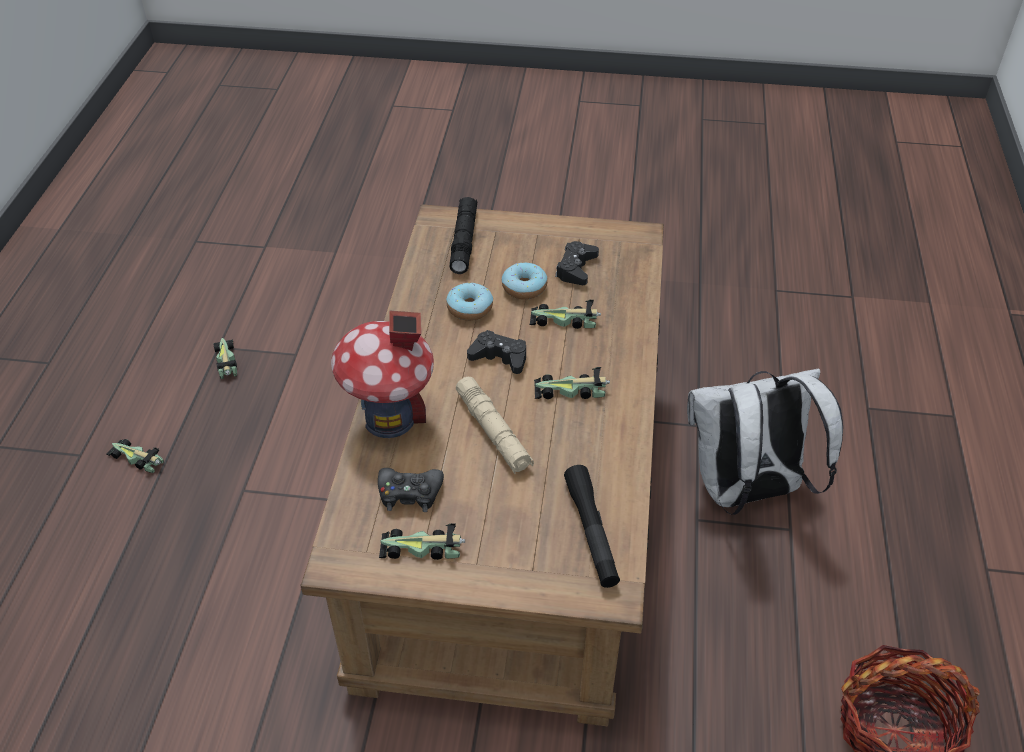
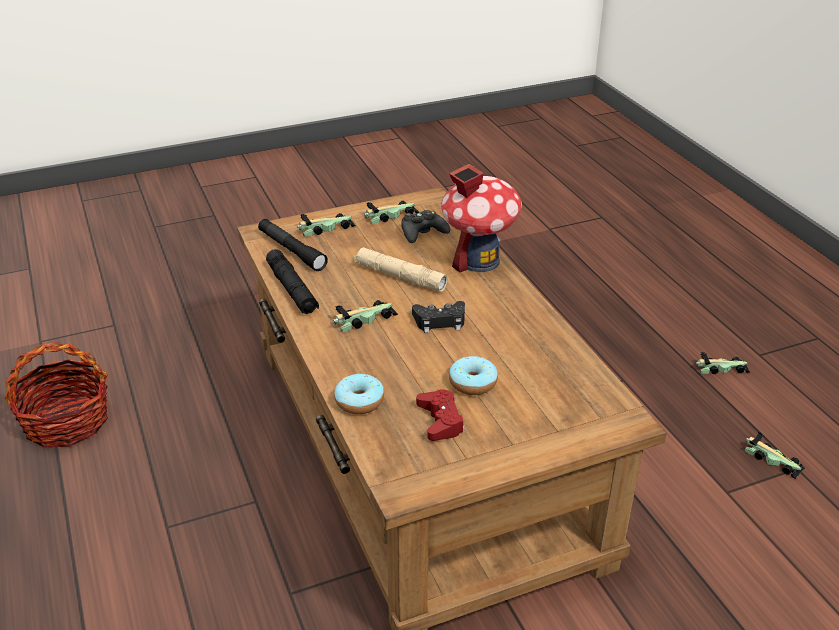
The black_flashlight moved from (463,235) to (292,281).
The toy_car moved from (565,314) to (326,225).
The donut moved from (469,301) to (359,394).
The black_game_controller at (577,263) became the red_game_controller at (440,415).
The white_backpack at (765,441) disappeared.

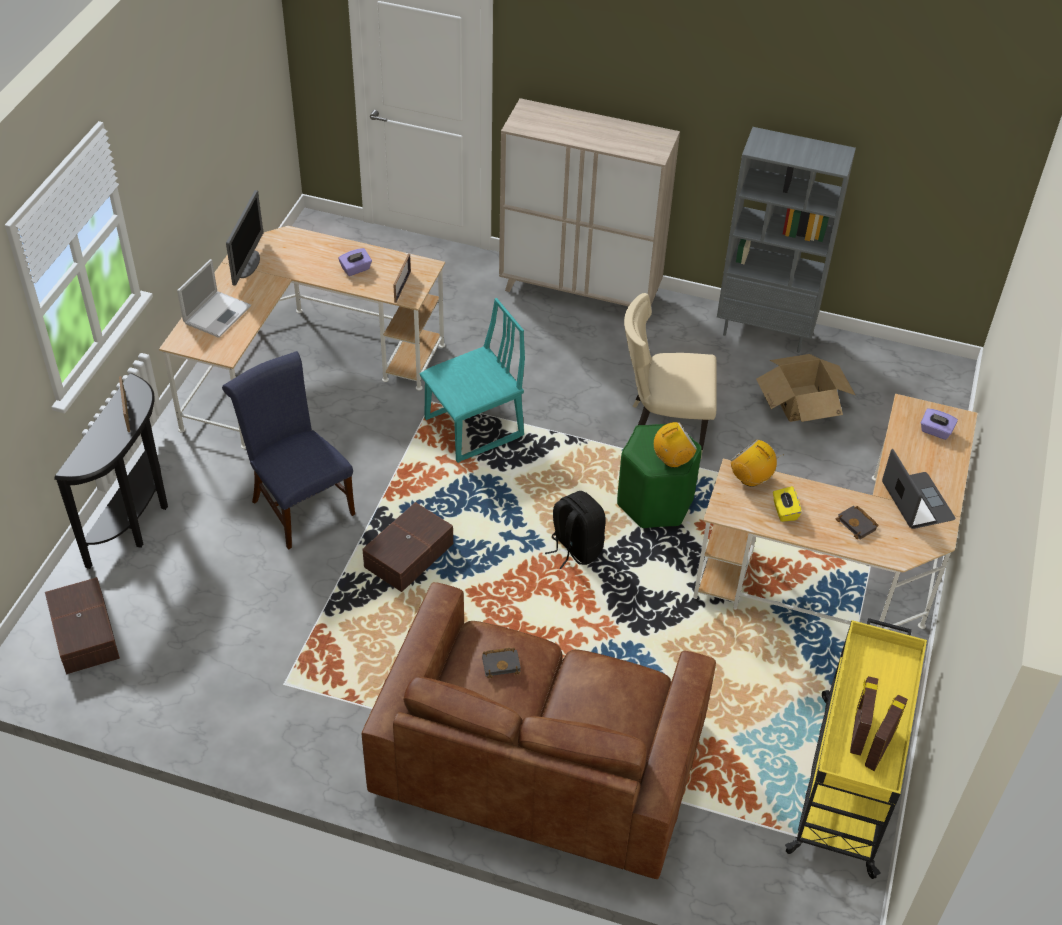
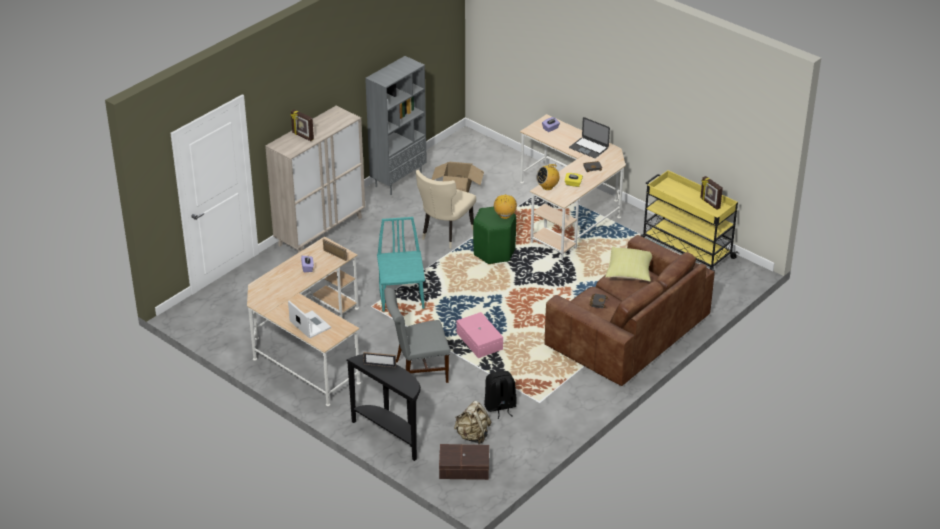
The picture_frame moved from (864,716) to (302,125).
The blue_chair at (288,450) became the grey_chair at (417,335).
The beige_backpack at (472,422) appeared.
The brown_storage_box at (407,547) became the pink_storage_box at (479,335).
The black_backpack moved from (575,530) to (500,395).
The laptop at (918,489) turned 150 degrees counterclockwise.
The yellow_pillow at (628,264) appeared.
The monitor at (245,238) disappeared.

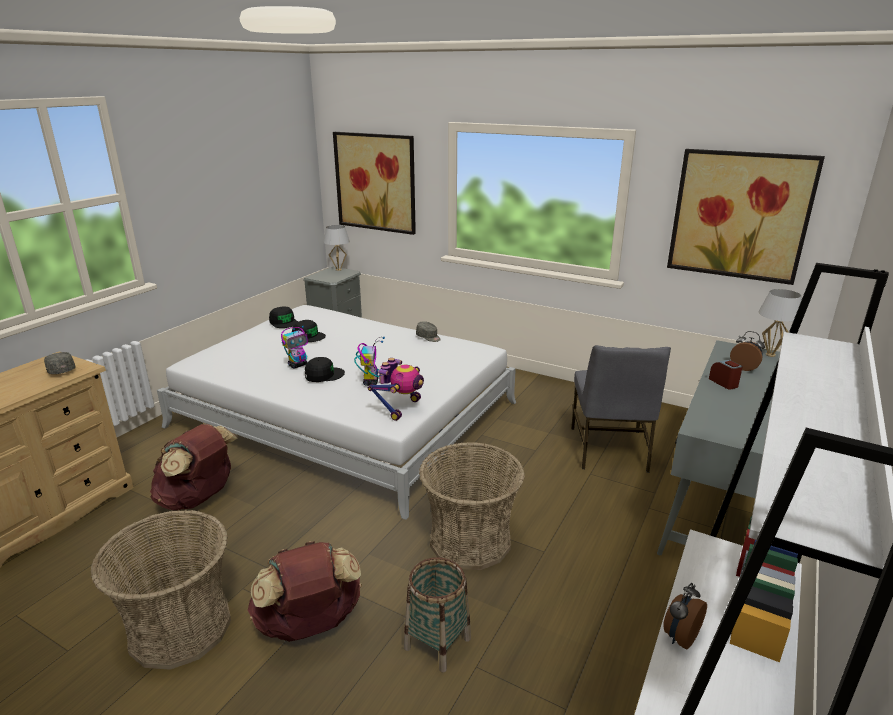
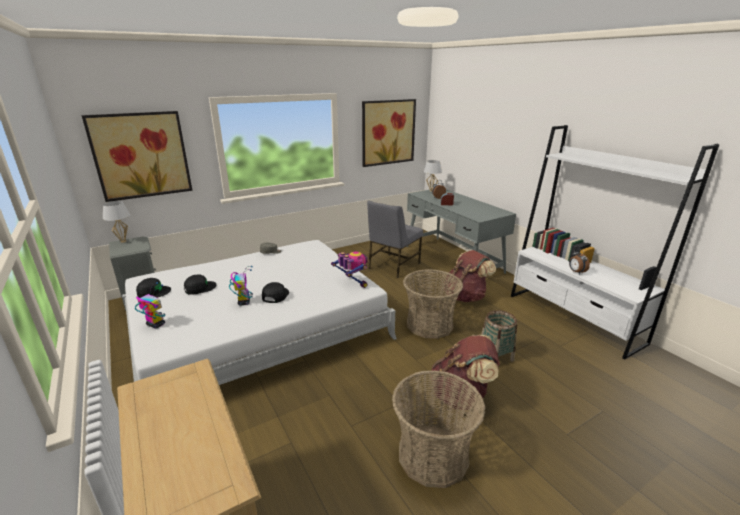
The toy_robot moved from (369,361) to (150,305).
The grey_chair at (621,409) turned 90 degrees clockwise.
The brown_backpack moved from (193,467) to (470,276).
The grey_cap at (60,363) disappeared.

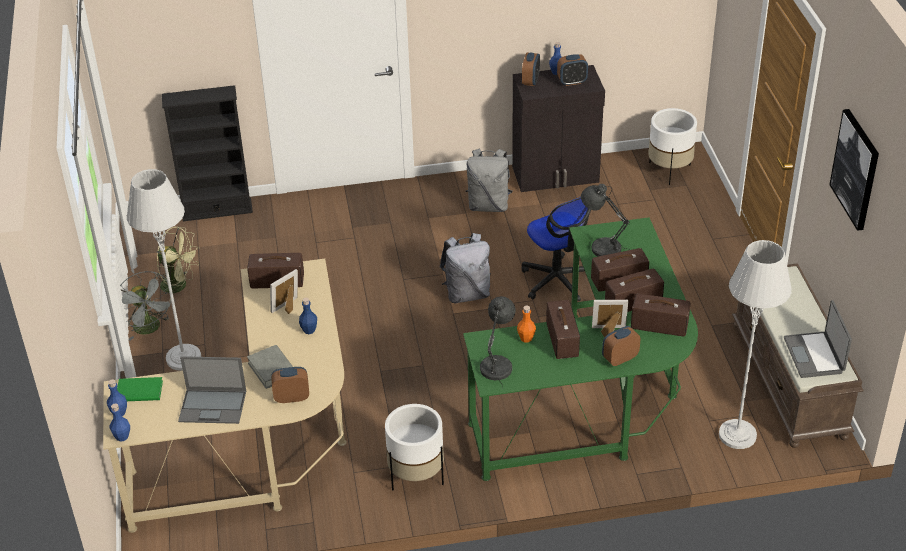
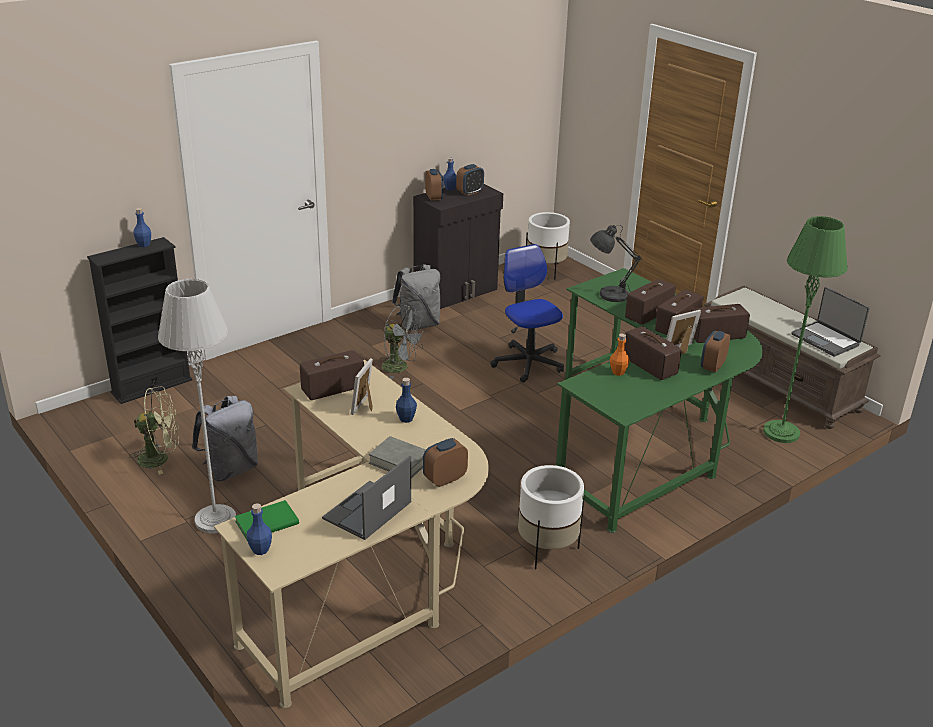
The blue_bottle moved from (119,422) to (142,227).
The grey_backpack moved from (465,268) to (225,438).
The laptop at (212,390) turned 150 degrees clockwise.
The grey_fan moved from (147,306) to (403,342).
The office_chair at (556,249) turned 150 degrees counterclockwise.
The grey_floor_lamp at (755,344) became the green_floor_lamp at (805,329).
The grey_table_lamp at (498,342) disappeared.
The picture at (854,170) disappeared.

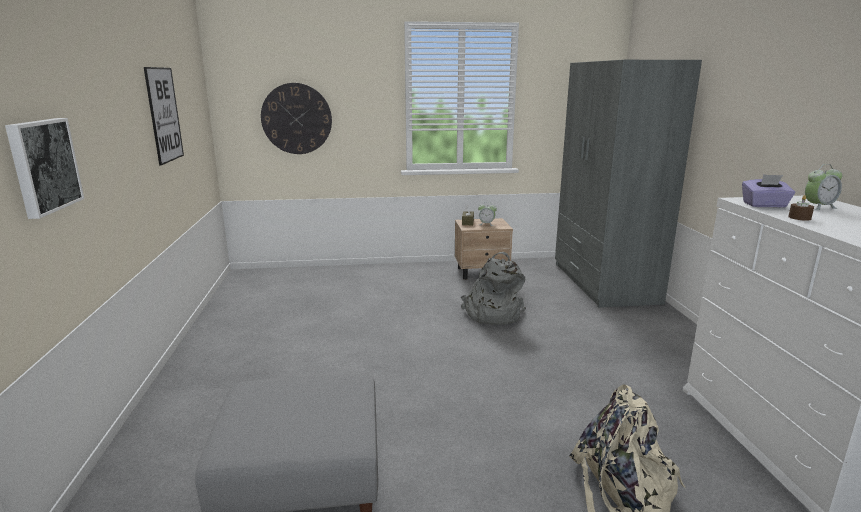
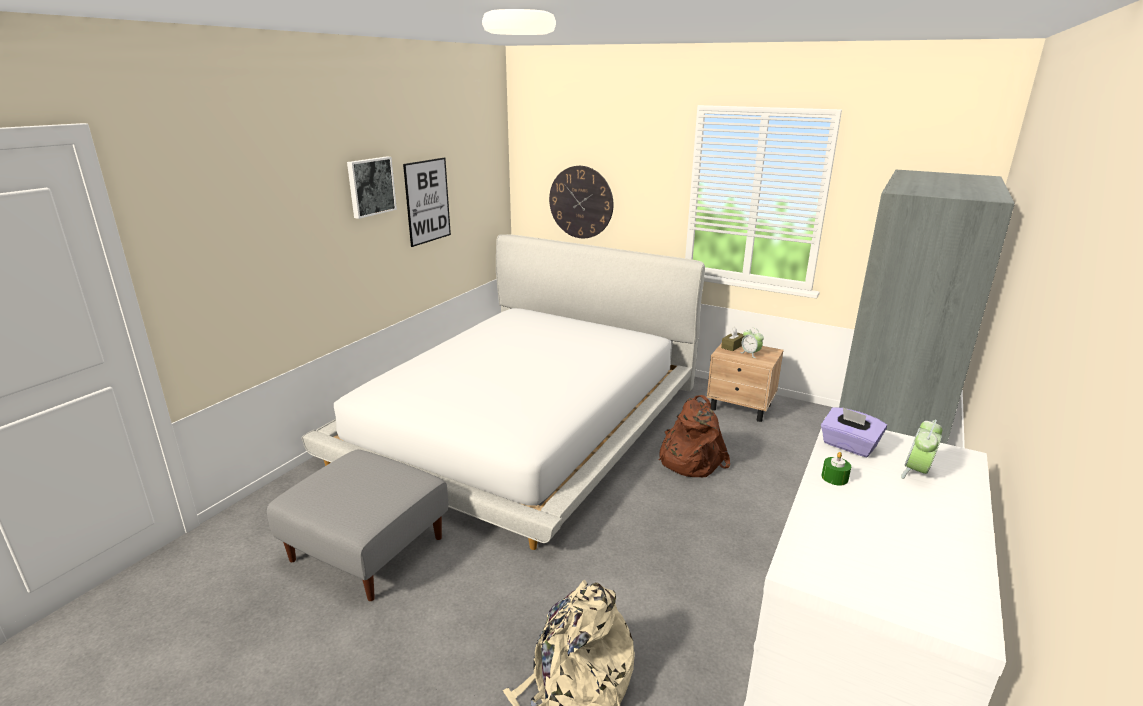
The white_bed at (503,392) appeared.
The picture moved from (44,168) to (372,187).
The grey_backpack at (493,288) became the brown_backpack at (694,436).
The brown_candle at (801,208) became the green_candle at (836,469).
The alarm_clock at (823,187) turned 105 degrees clockwise.

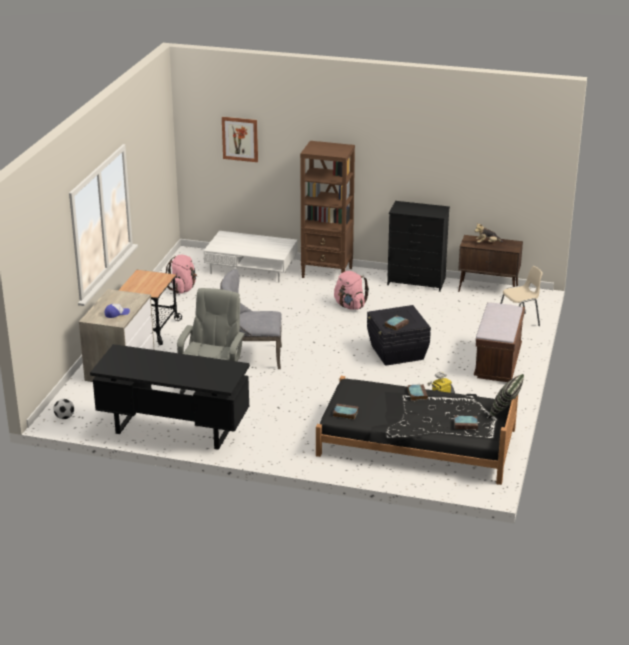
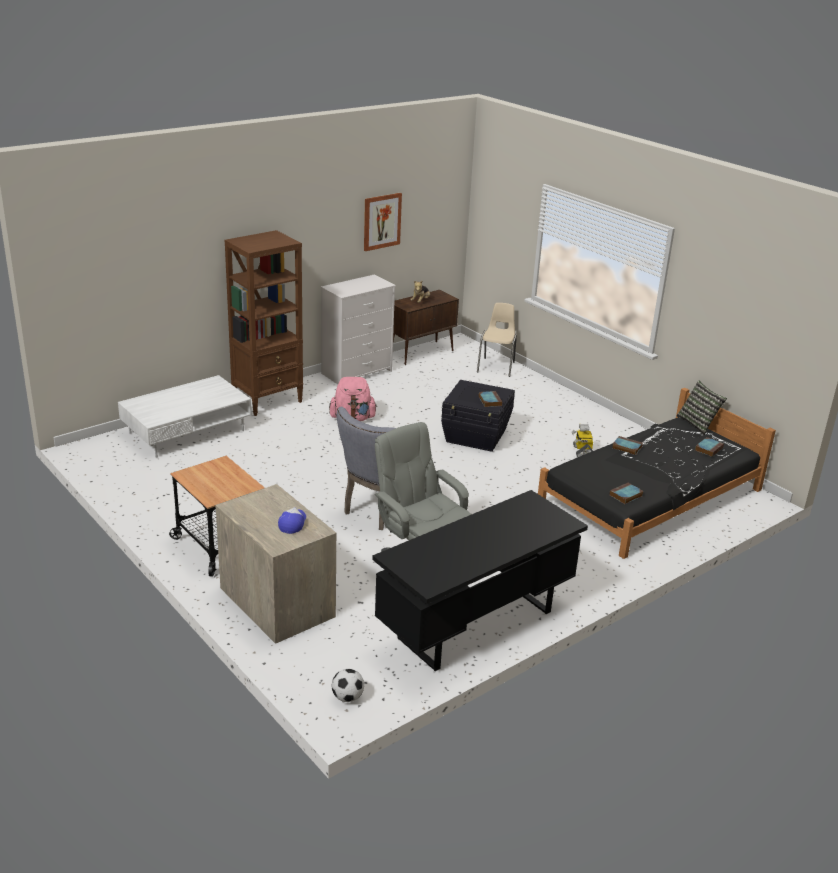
The black_dresser at (418,246) became the white_dresser at (358,329).
The picture moved from (240,139) to (383,222).
The pink_backpack at (181,274) disappeared.
The brown_bench at (499,342) disappeared.

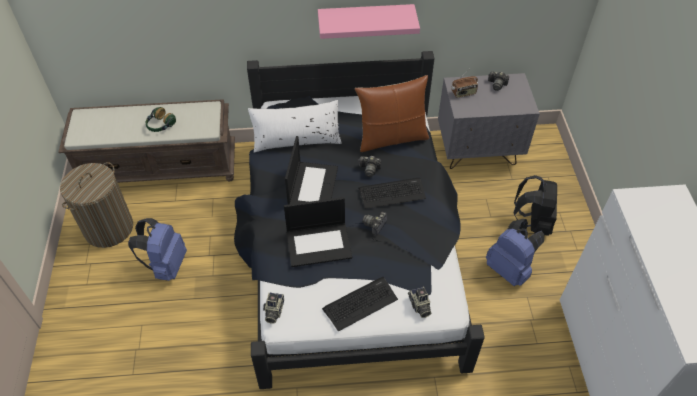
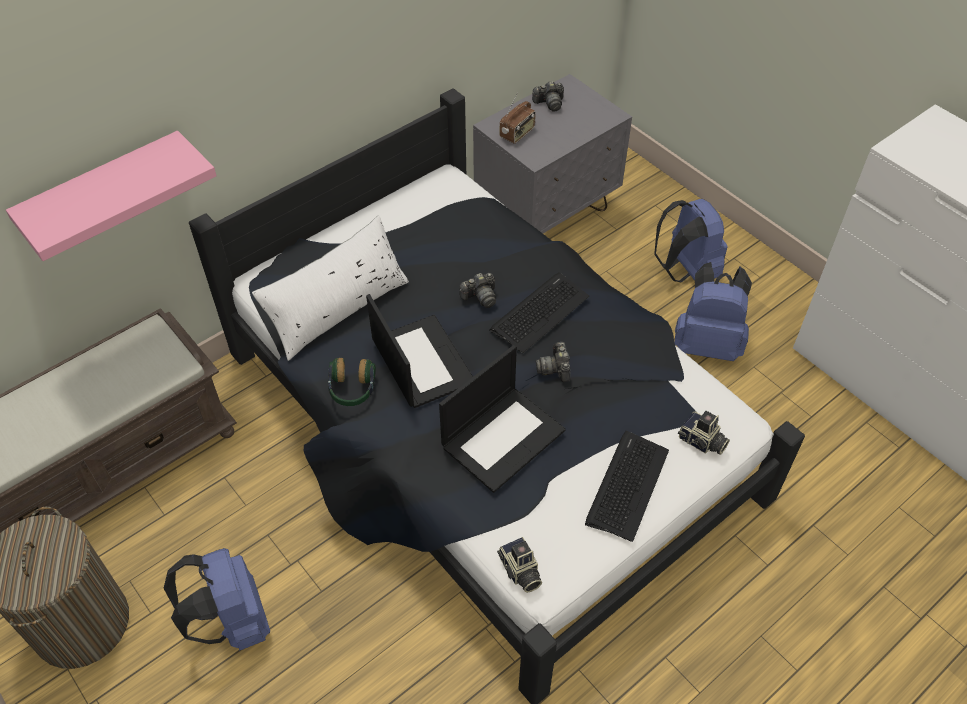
The pink_shelf moved from (369,21) to (111,196).
The headphones moved from (161,119) to (352,382).
The black_backpack at (535,205) became the blue_backpack at (691,241).
The brown_pillow at (392,113) disappeared.

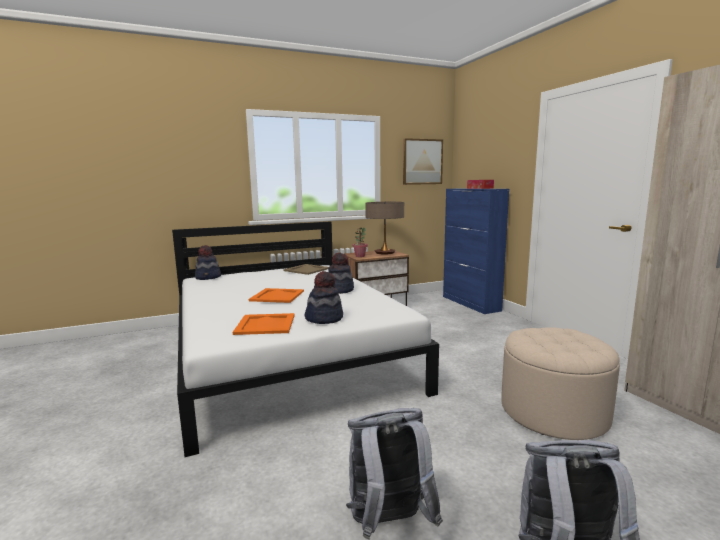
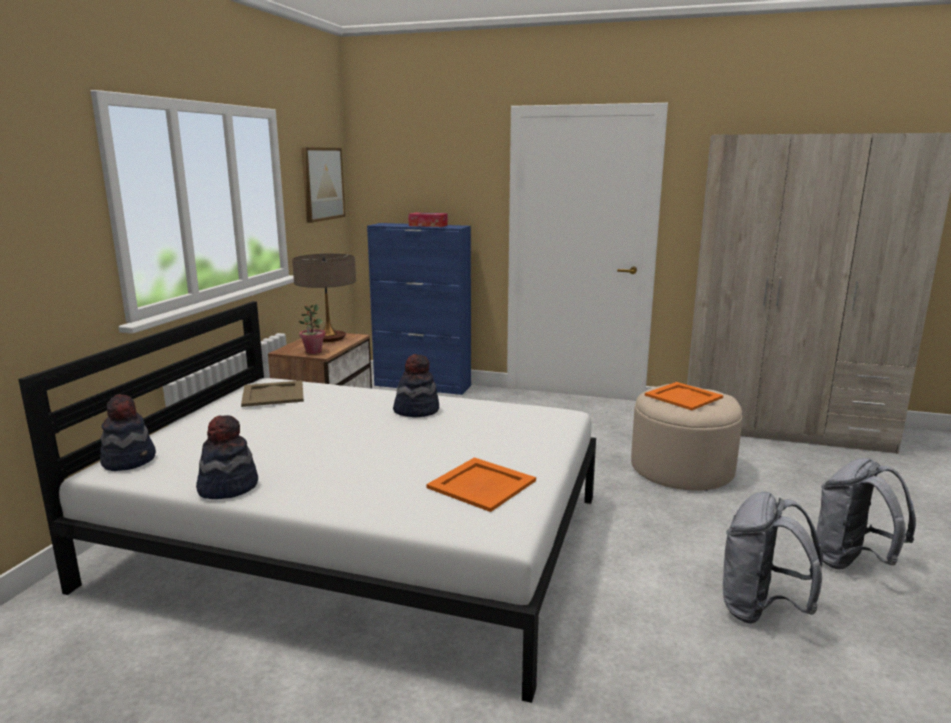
The hat moved from (324,297) to (227,457).
The orange_tray moved from (276,295) to (684,396).

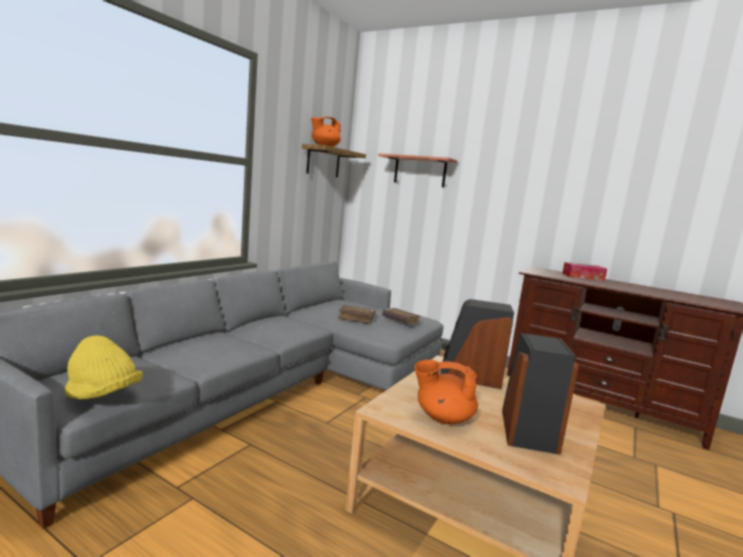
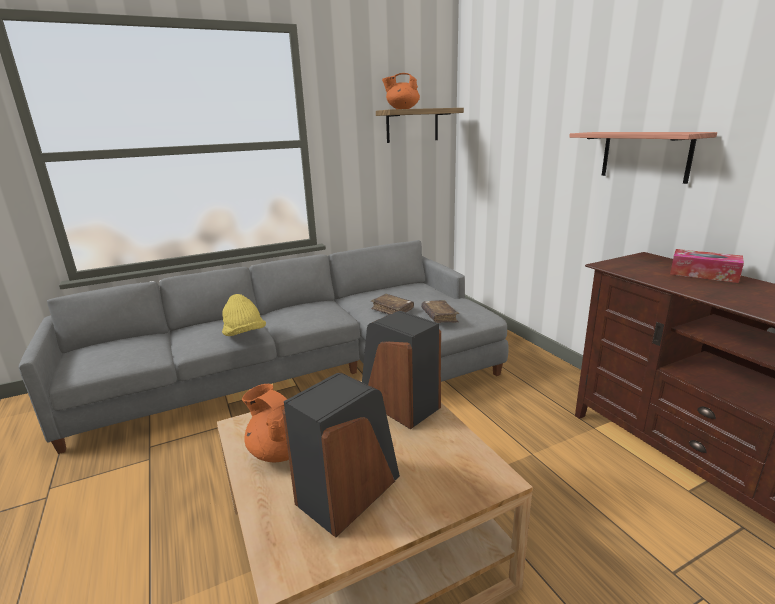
The yellow_hat moved from (104,367) to (244,315).
The shelf moved from (417,170) to (643,158).

